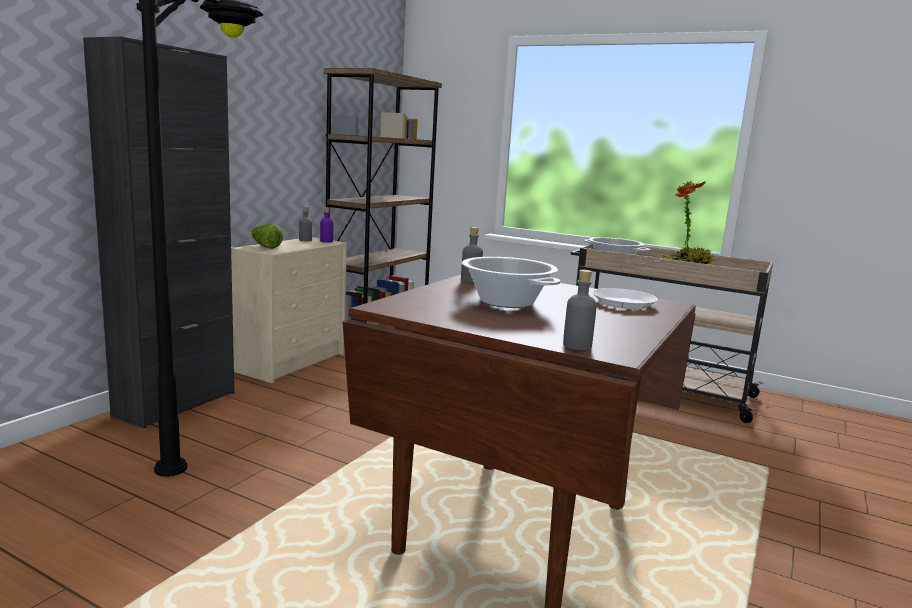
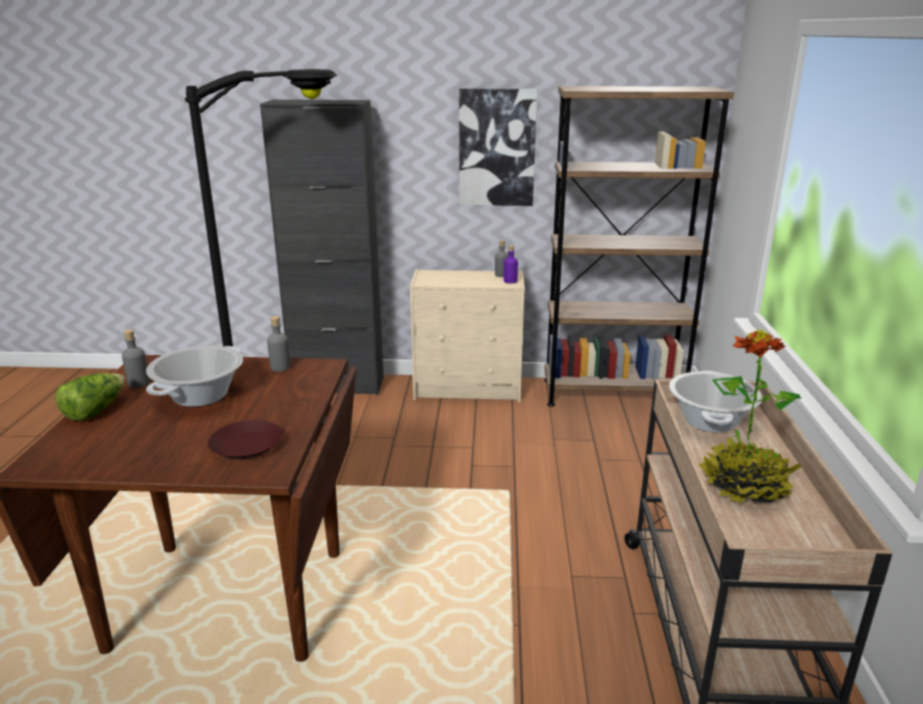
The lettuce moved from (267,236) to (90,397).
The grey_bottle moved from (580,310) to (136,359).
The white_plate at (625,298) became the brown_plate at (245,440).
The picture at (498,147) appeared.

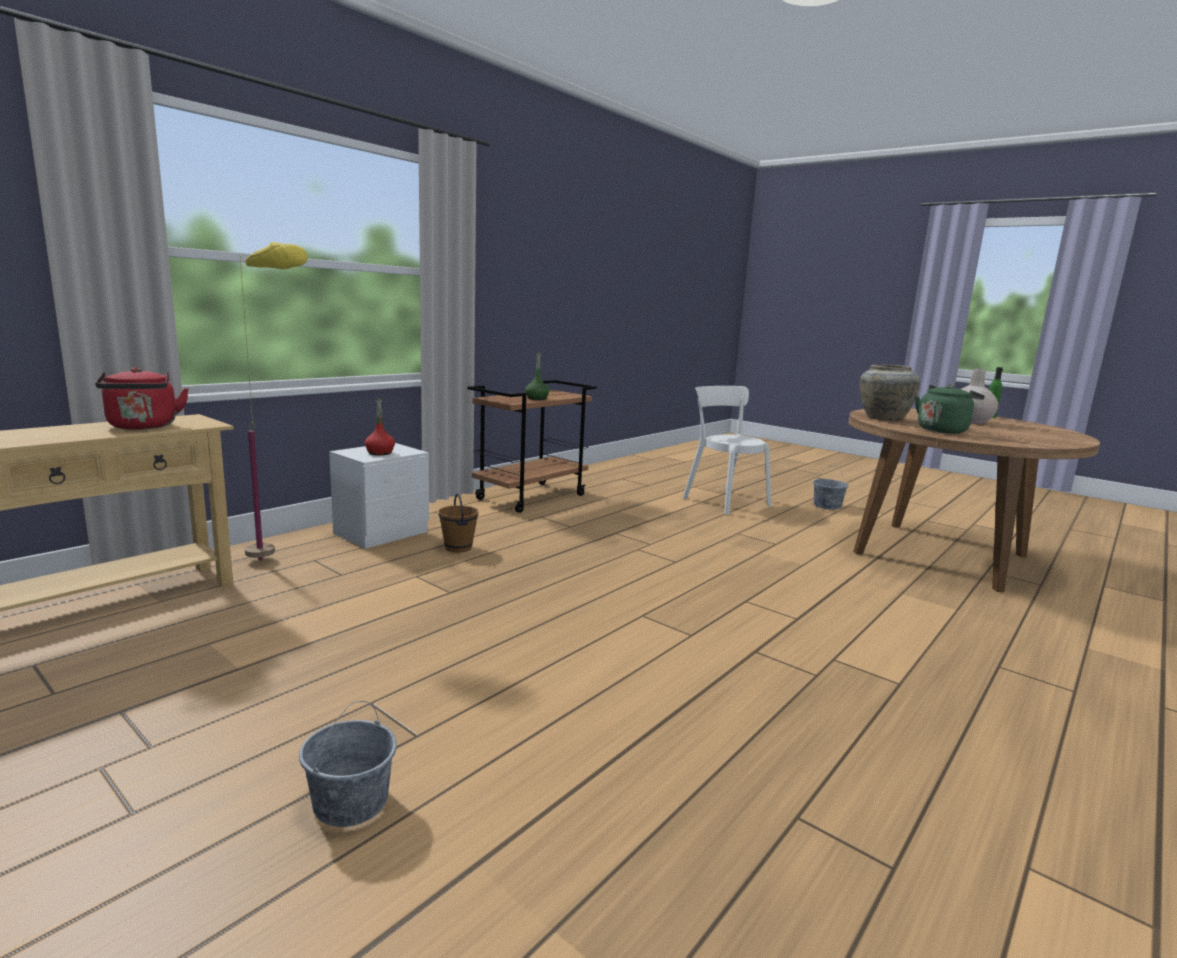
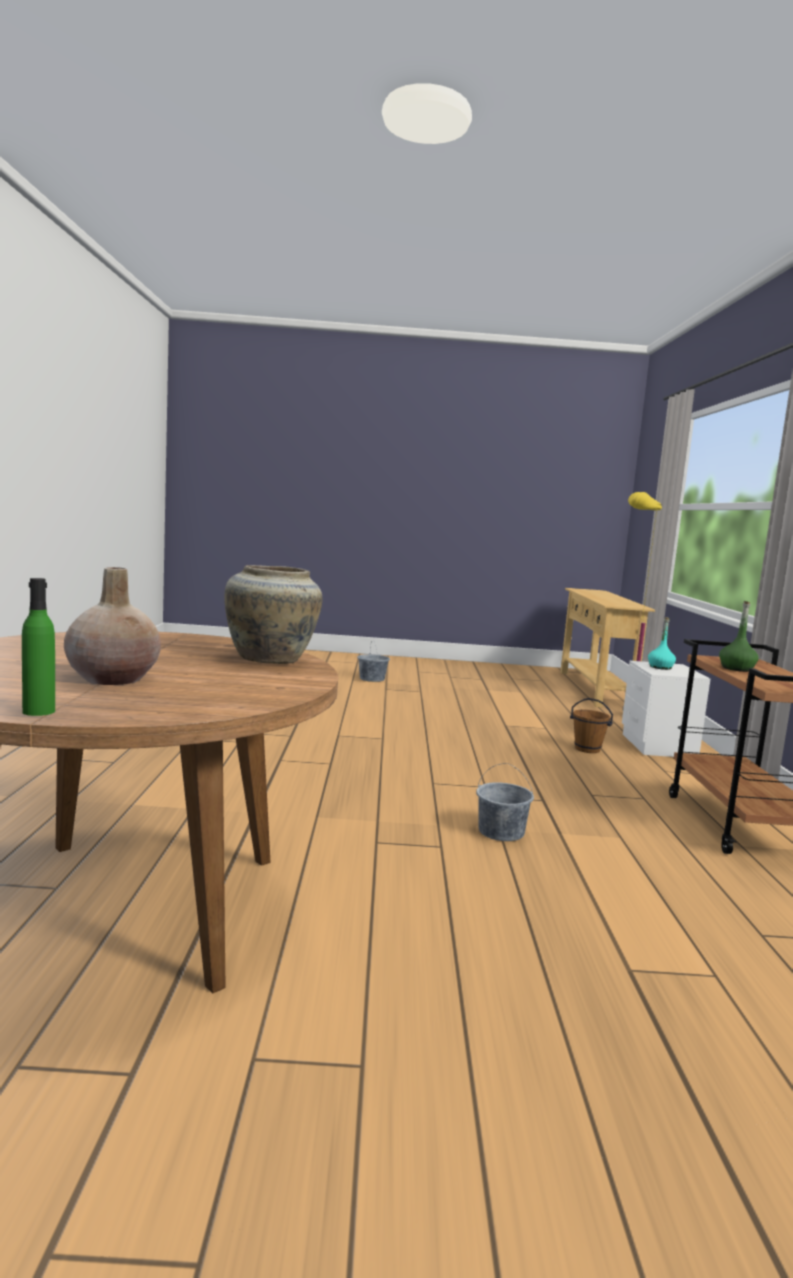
The grey_bucket moved from (831,487) to (505,802).
The red_bottle at (380,426) became the turquoise_bottle at (662,643).
The red_kettle at (142,398) disappeared.
The white_chair at (727,450) disappeared.
The green_kettle at (950,409) disappeared.

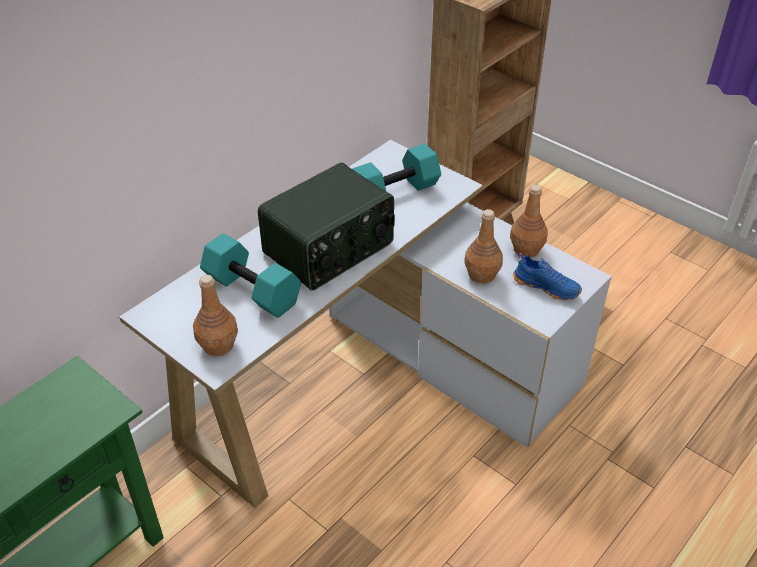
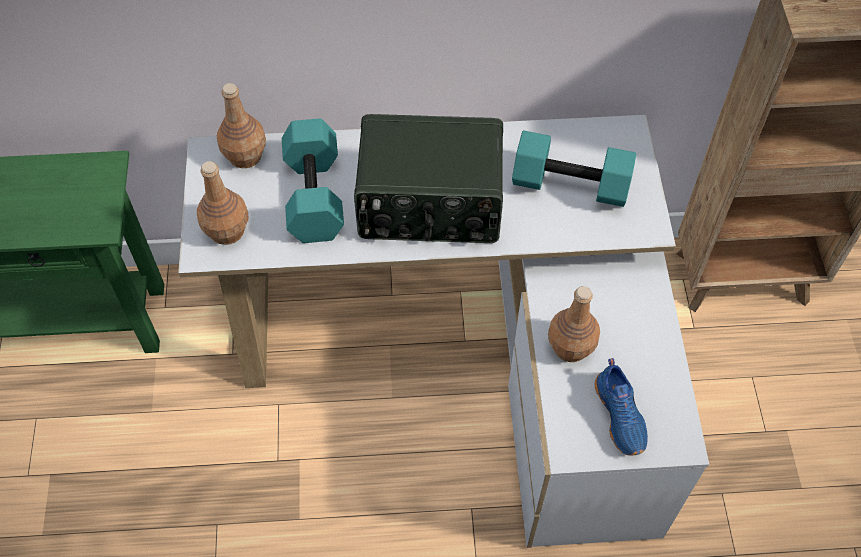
The brown_bottle moved from (529,221) to (241,125).

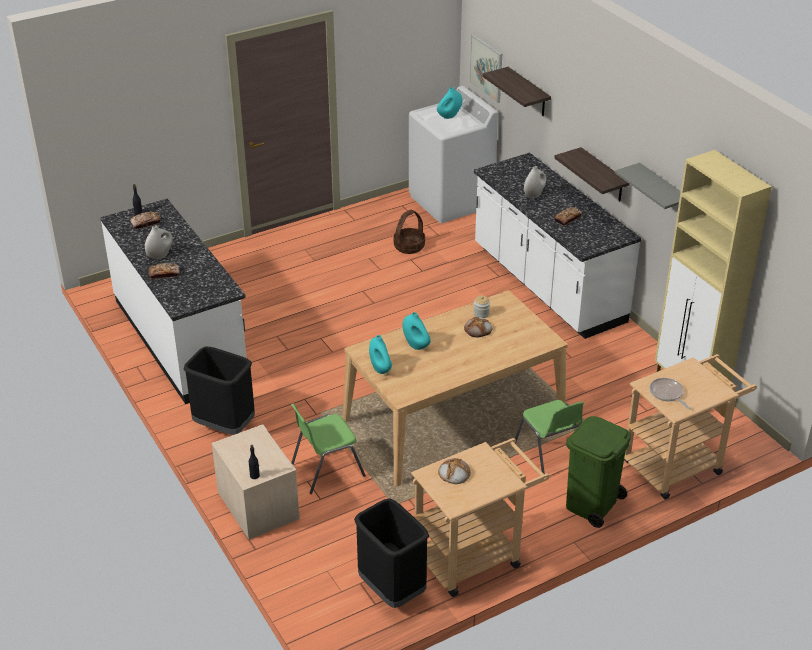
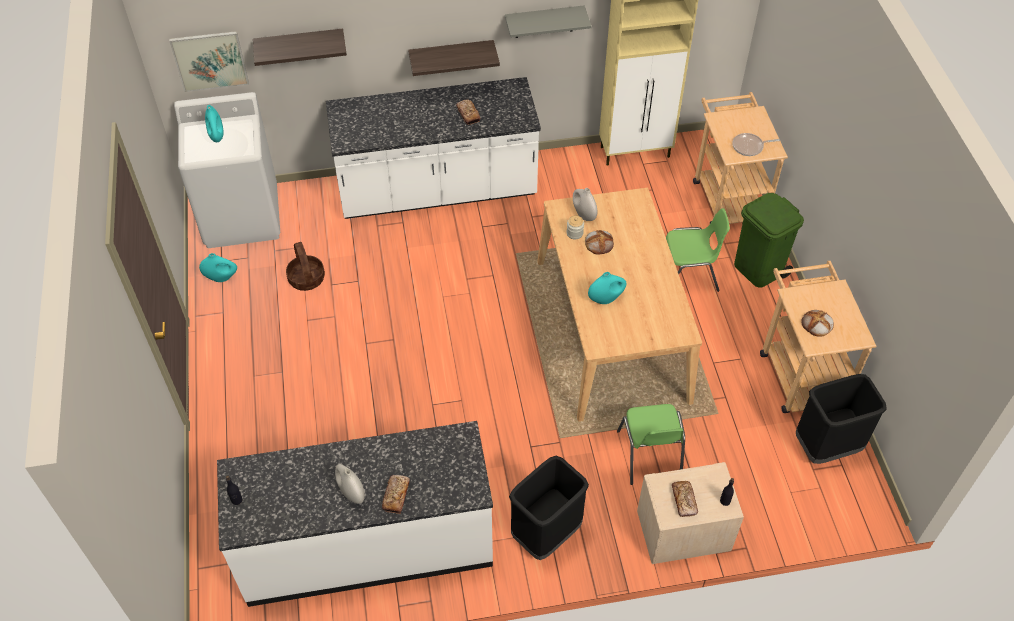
The turquoise_vase moved from (380,354) to (218,267).
The white_vase moved from (535,182) to (585,204).
The bread moved from (145,220) to (685,499).

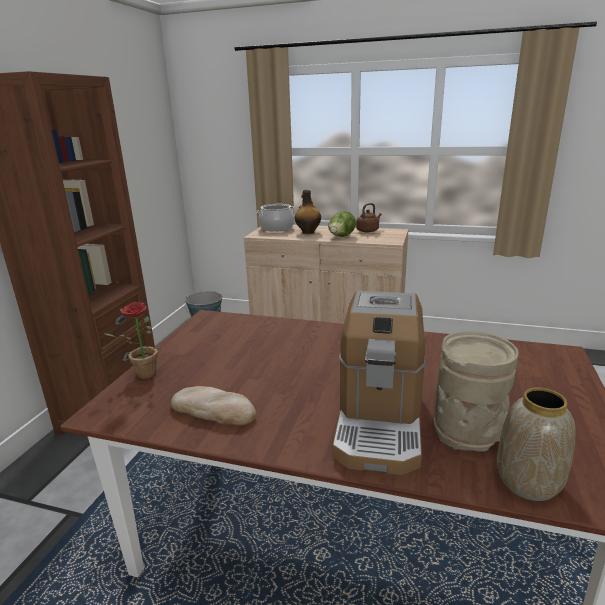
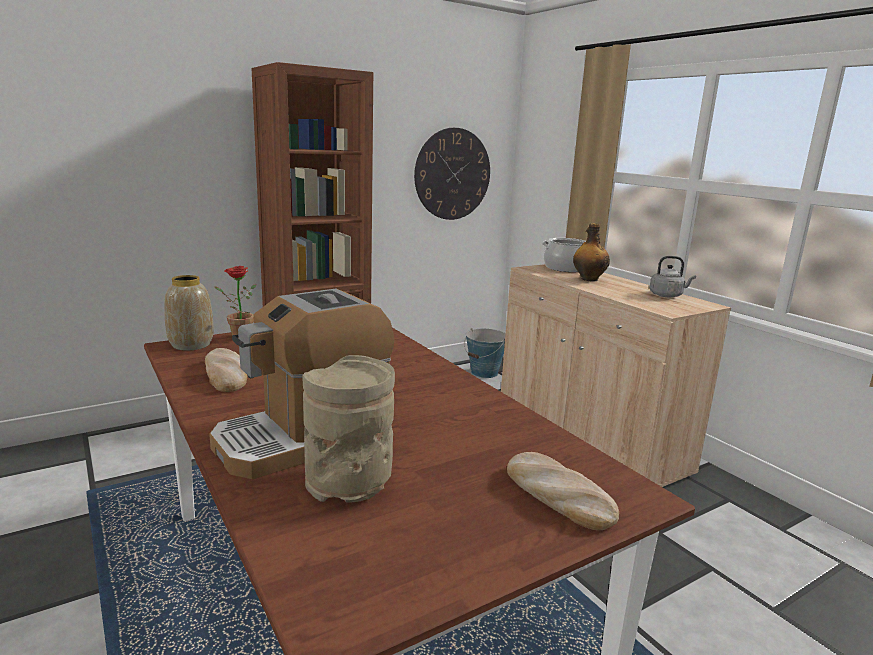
The vase moved from (536,444) to (189,313).
The wall_clock at (452,174) appeared.
The bread at (563,491) appeared.
The brown_kettle at (369,217) became the grey_kettle at (672,276).
The lettuce at (342,224) disappeared.

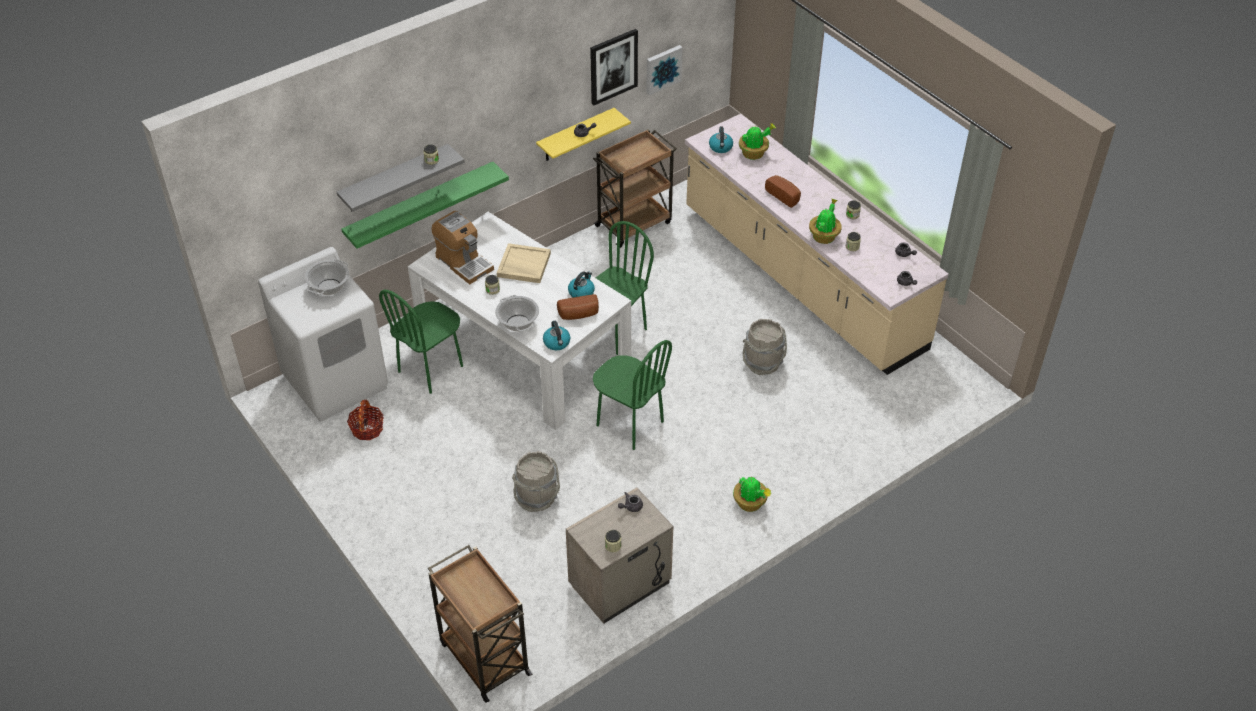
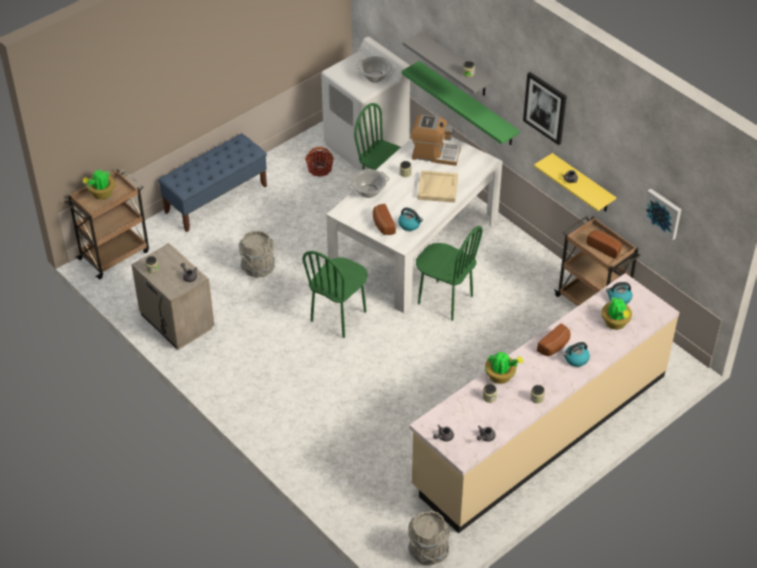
The potted_plant moved from (752,494) to (99,184).
The blue_bench at (212,182) appeared.
The grey_bucket moved from (765,347) to (429,538).
The coffee_machine at (462,247) turned 120 degrees counterclockwise.
The picture moved from (614,67) to (545,108).
The kettle moved from (556,335) to (576,354).
The bread at (604,244) appeared.

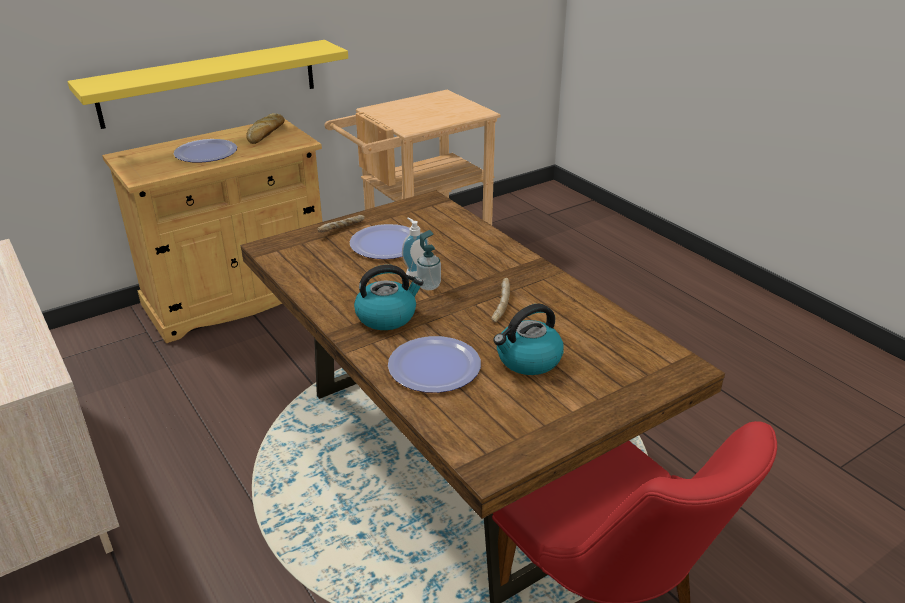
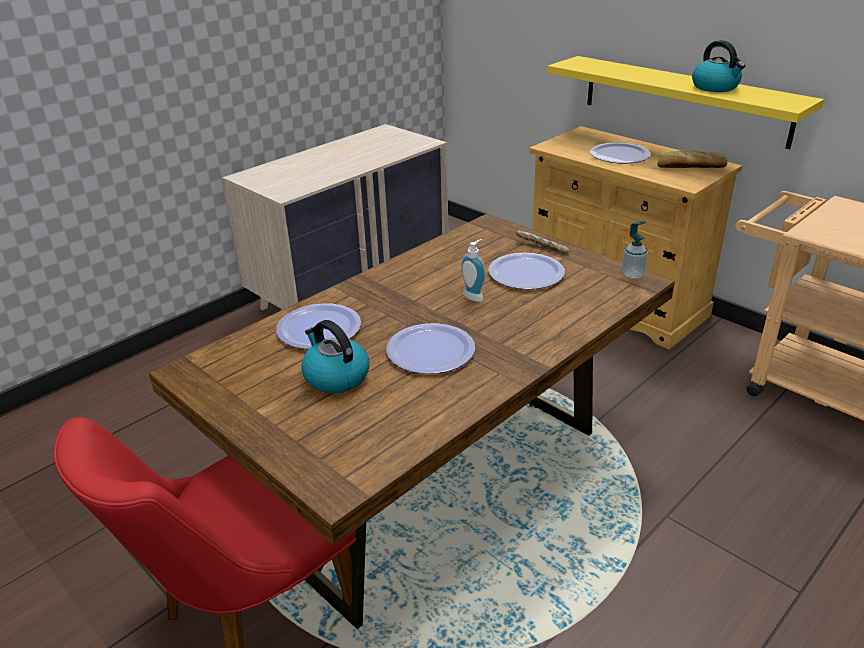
The bread at (501,300) was replaced by the plate at (430,348).
The soap_dispenser moved from (429,260) to (635,250).
The kettle moved from (389,297) to (718,66).

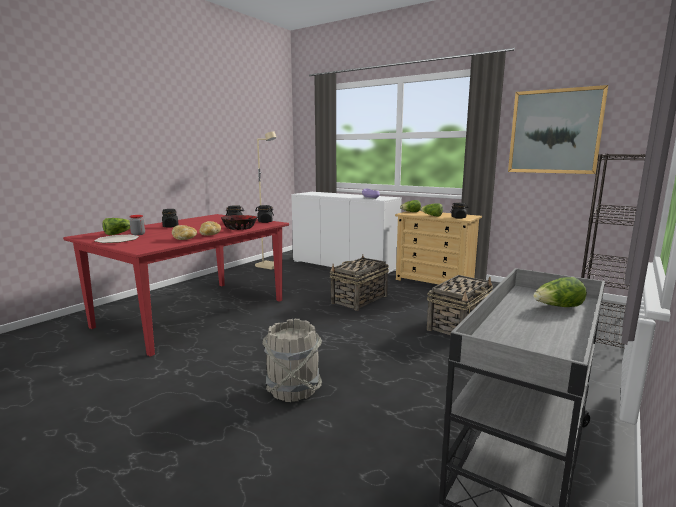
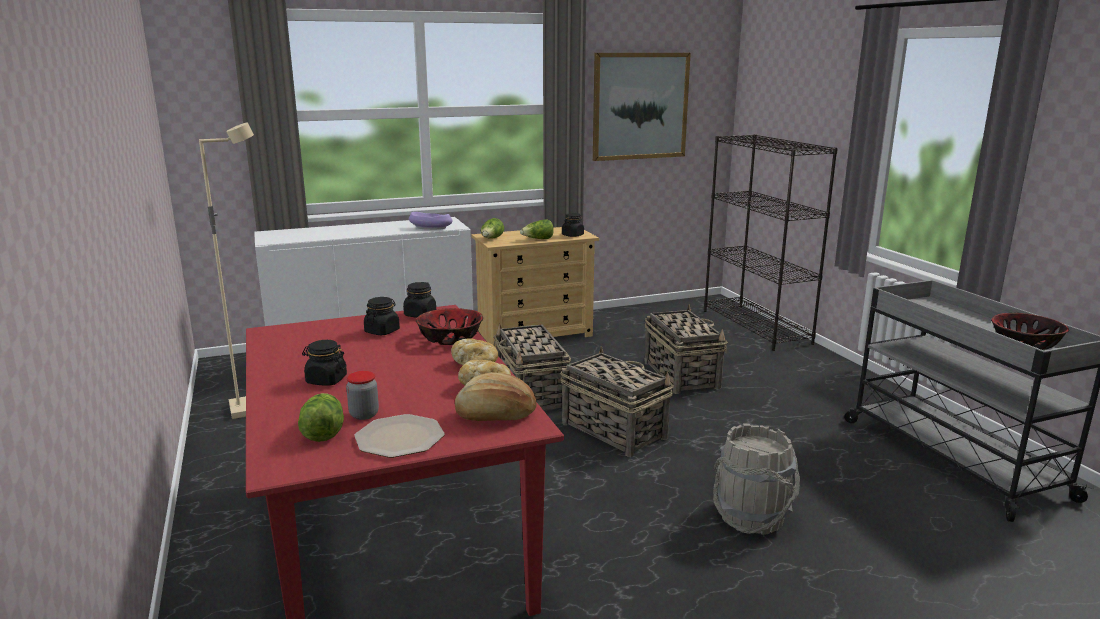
The bread at (496,397) appeared.
The basket at (617,401) appeared.
The bowl at (1030,331) appeared.
The lettuce at (560,292) disappeared.

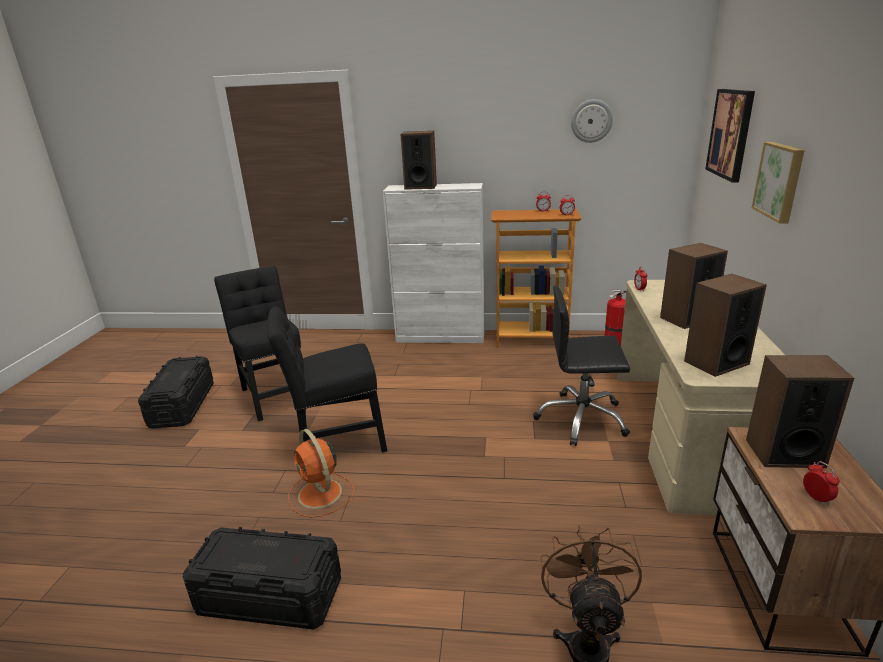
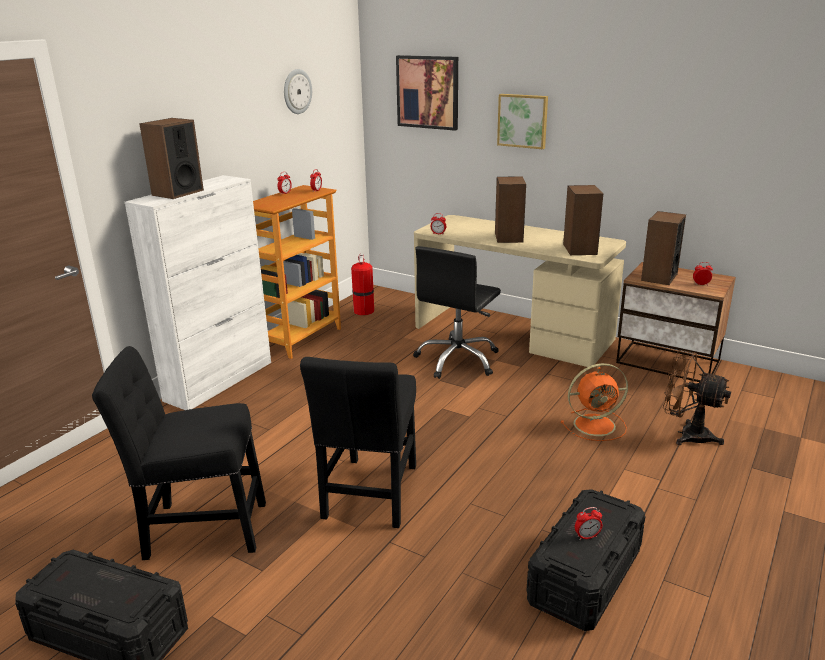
The orange_fan moved from (321,473) to (594,402).
The alarm_clock at (588,523) appeared.

